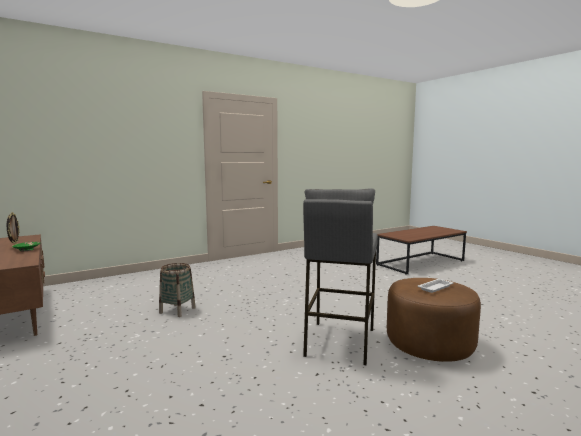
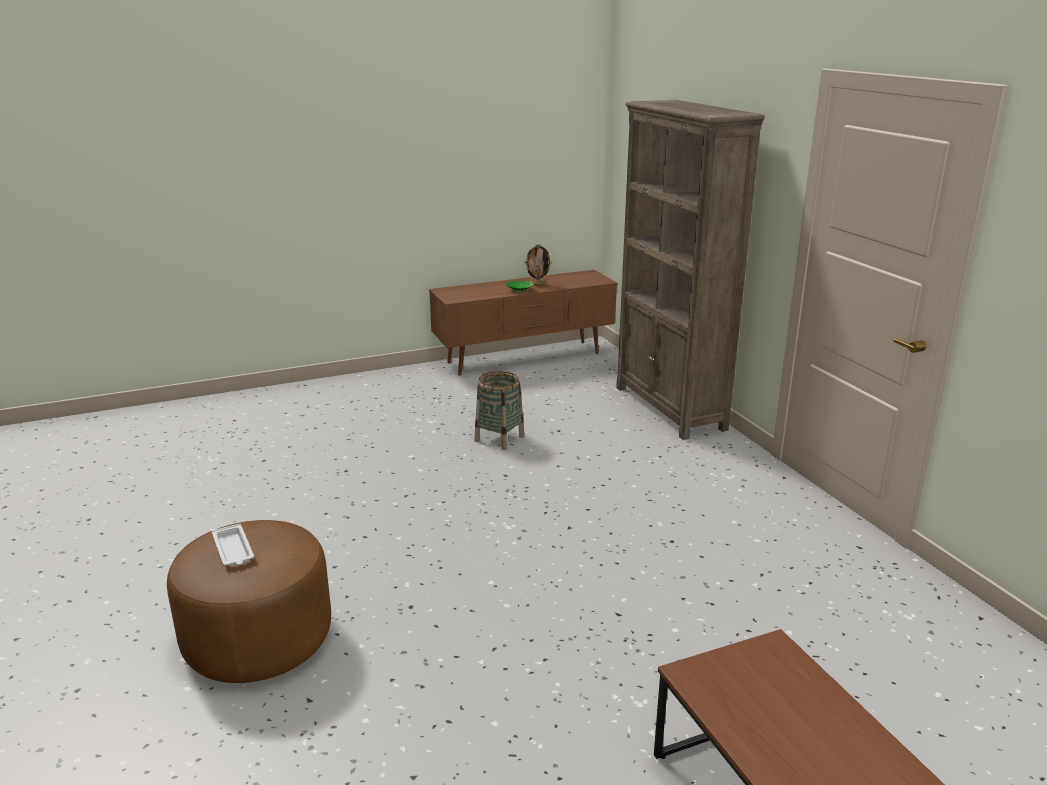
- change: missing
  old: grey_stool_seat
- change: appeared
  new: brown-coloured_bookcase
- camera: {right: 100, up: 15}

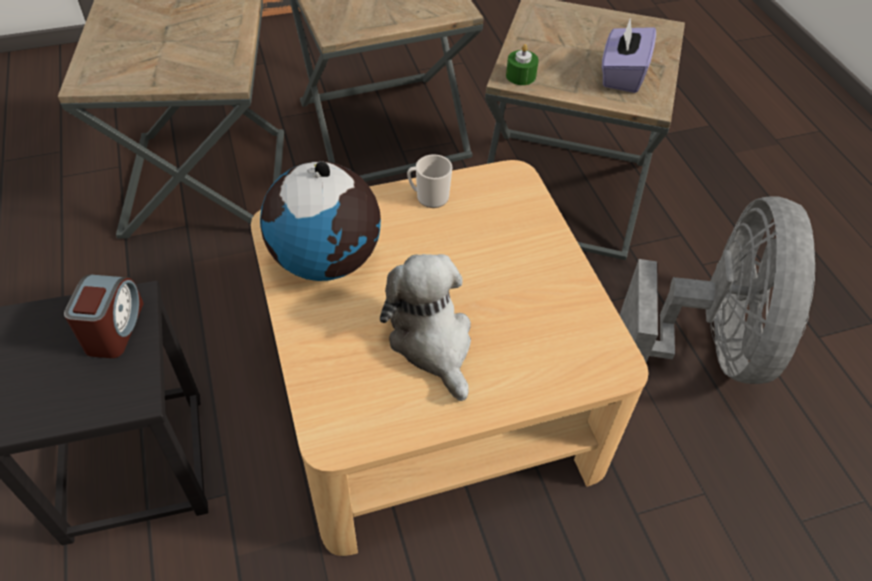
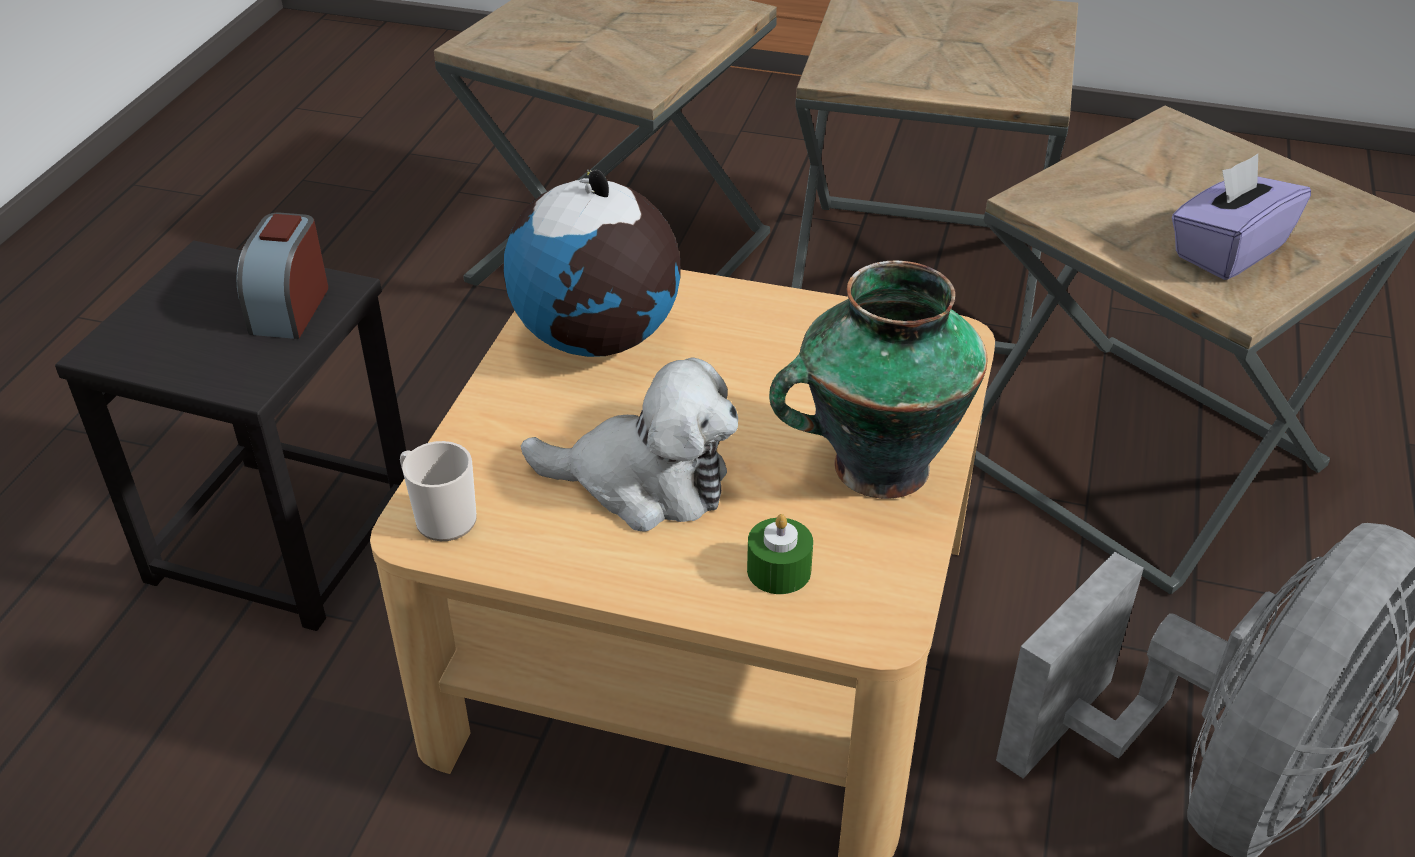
- change: relocated
  old: greenish_wax_light
- change: relocated
  old: tea_mug
- change: spun
  old: cuddly_toy
  degrees: 90
- change: spun
  old: table_clock
  degrees: 150
- change: appeared
  new: flower_vase
- camera: {right: 35, up: -10}

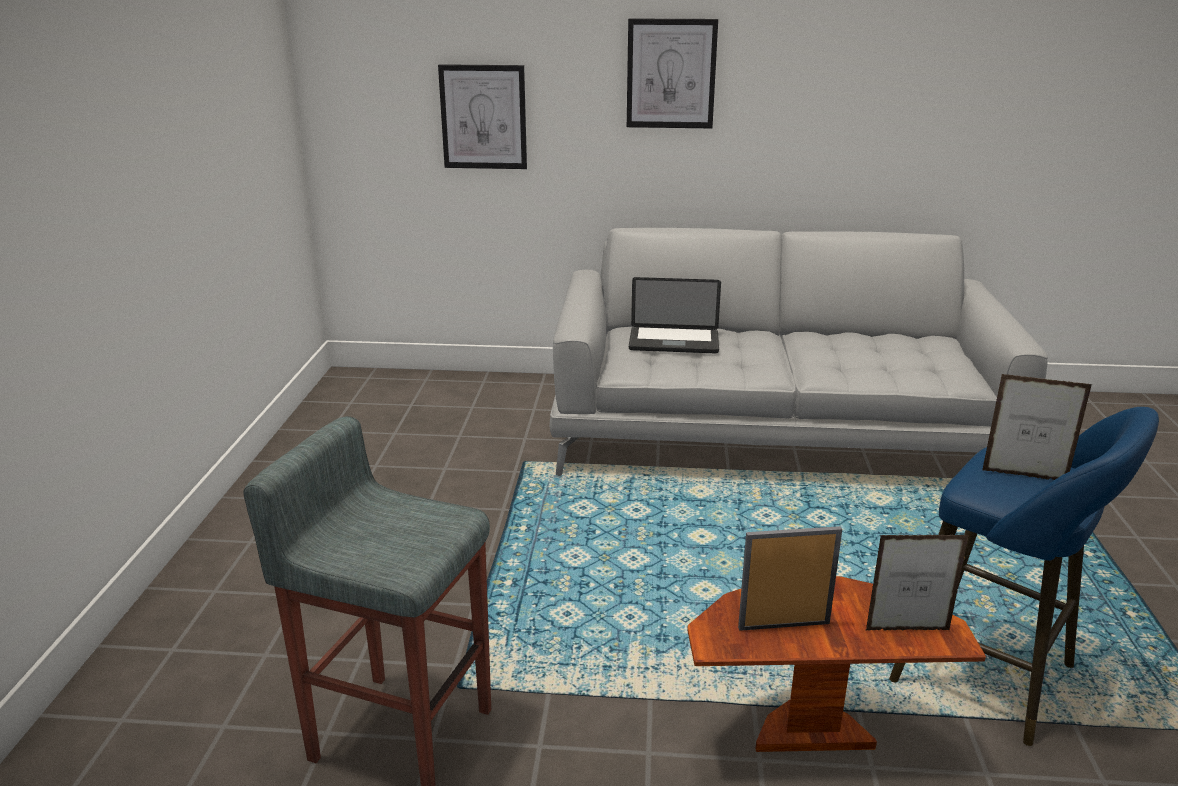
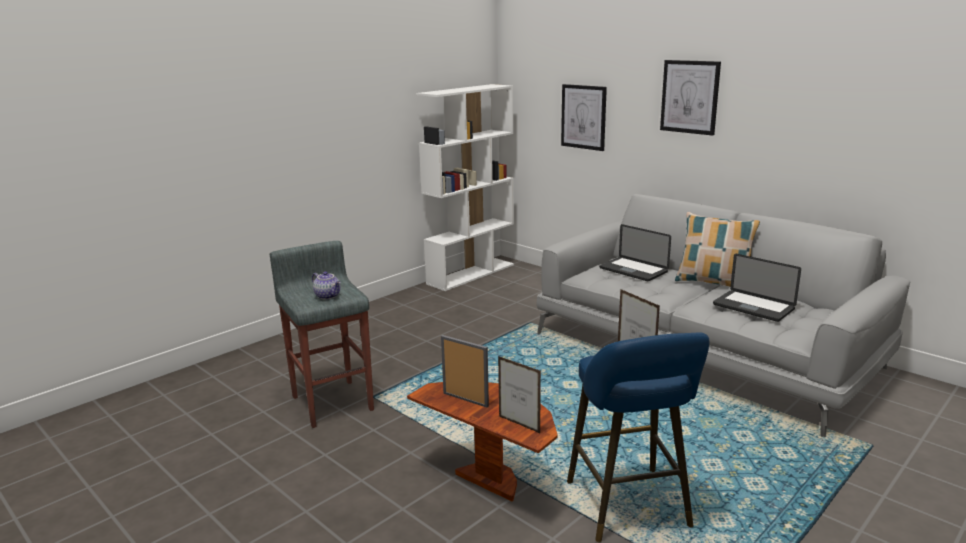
- change: appeared
  new: white-coloured_bookcase
- change: appeared
  new: throw_pillow
- change: appeared
  new: laptop (no. 2 from left)
- change: appeared
  new: tea_pot
- camera: {right: 40, up: -5}

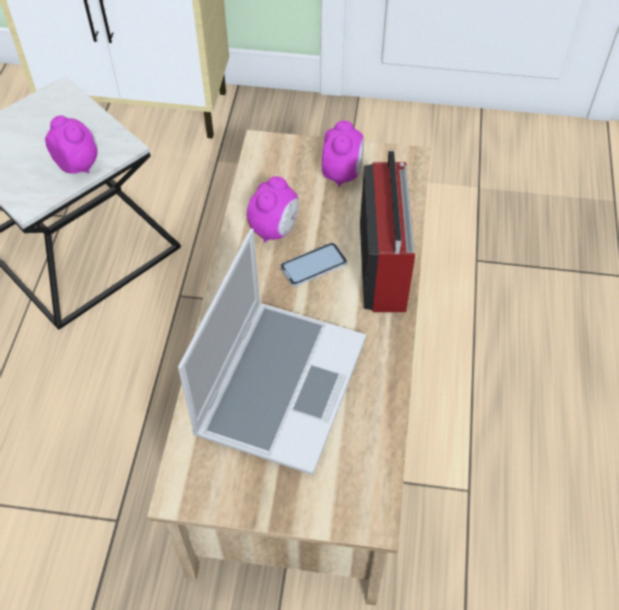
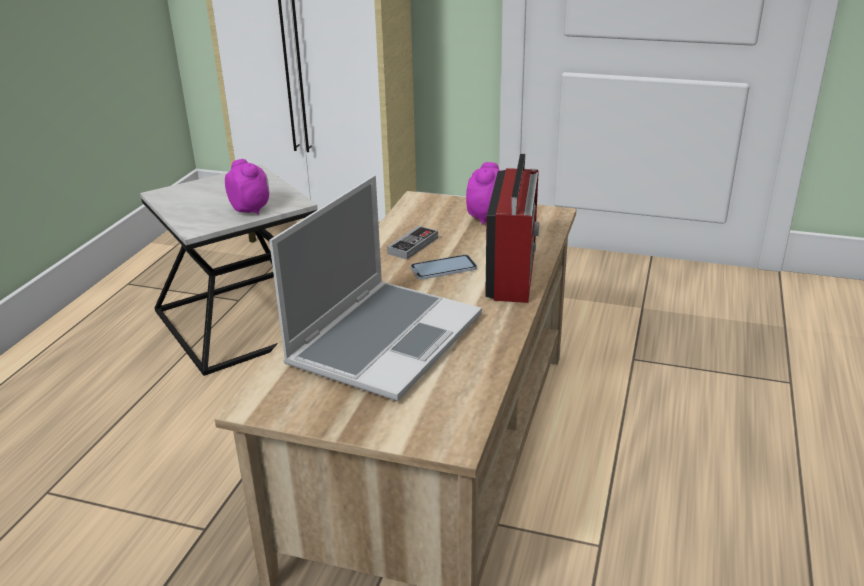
- change: exchanged
  old: table_clock (no. 2 from left)
  new: game_controller
- camera: {right: 10, up: -25}

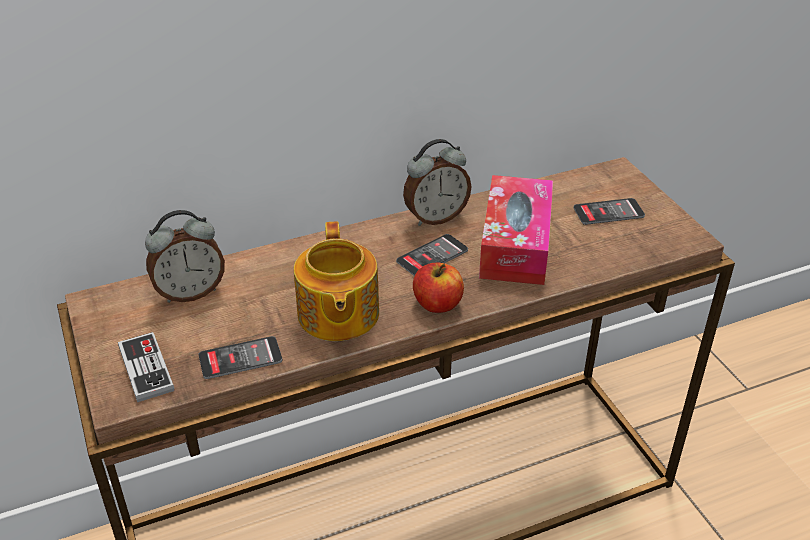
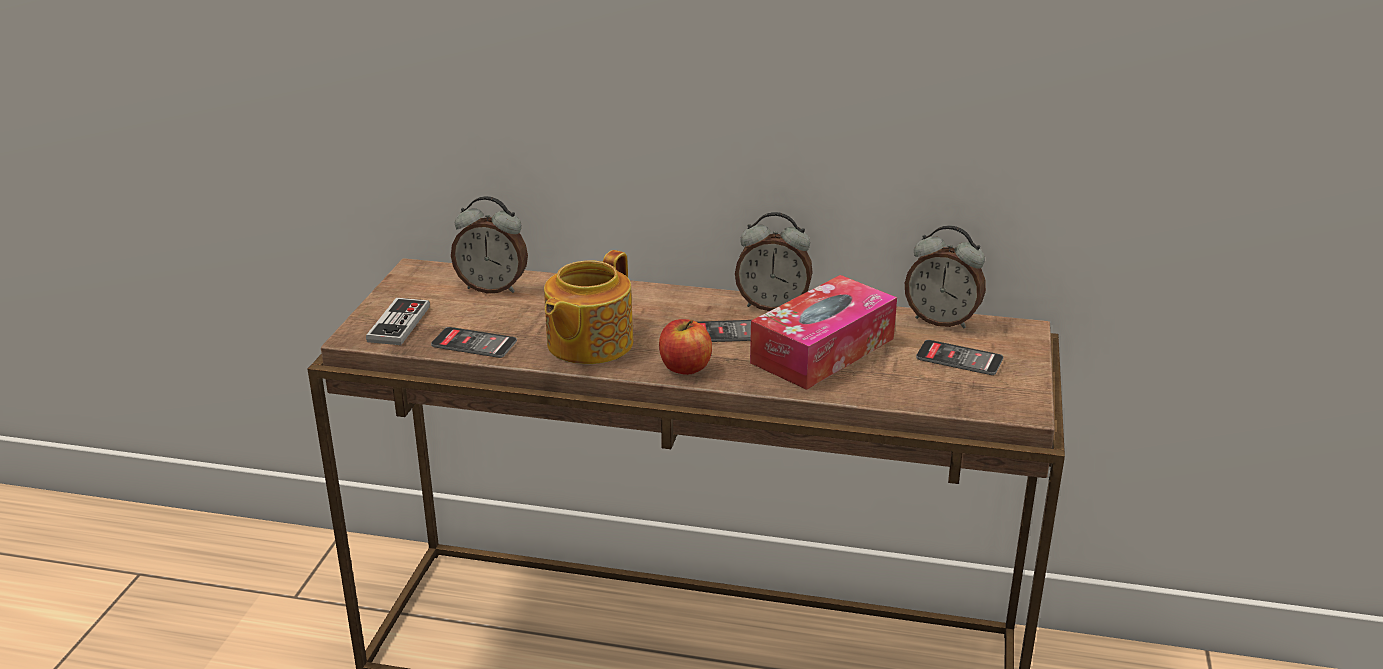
- change: appeared
  new: table_clock (no. 3 from left)
- camera: {right: 35, up: -10}

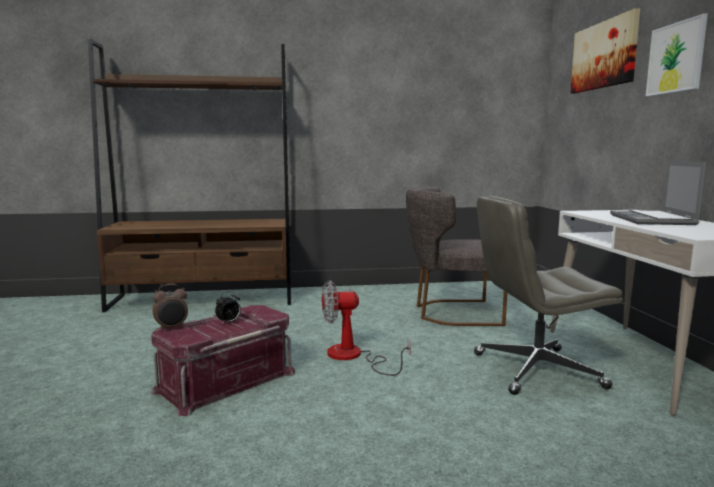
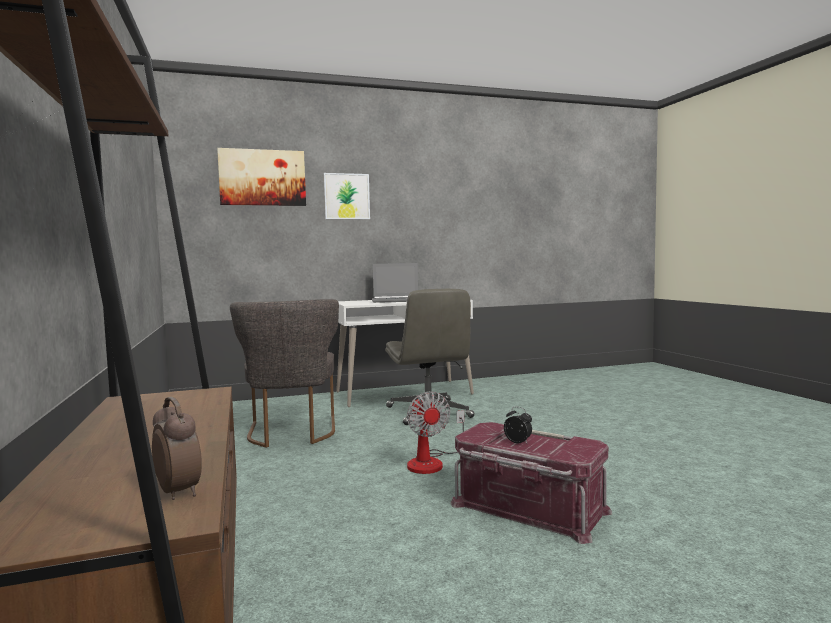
- change: relocated
  old: table_clock (no. 1 from left)
- camera: {right: -100, up: -5}

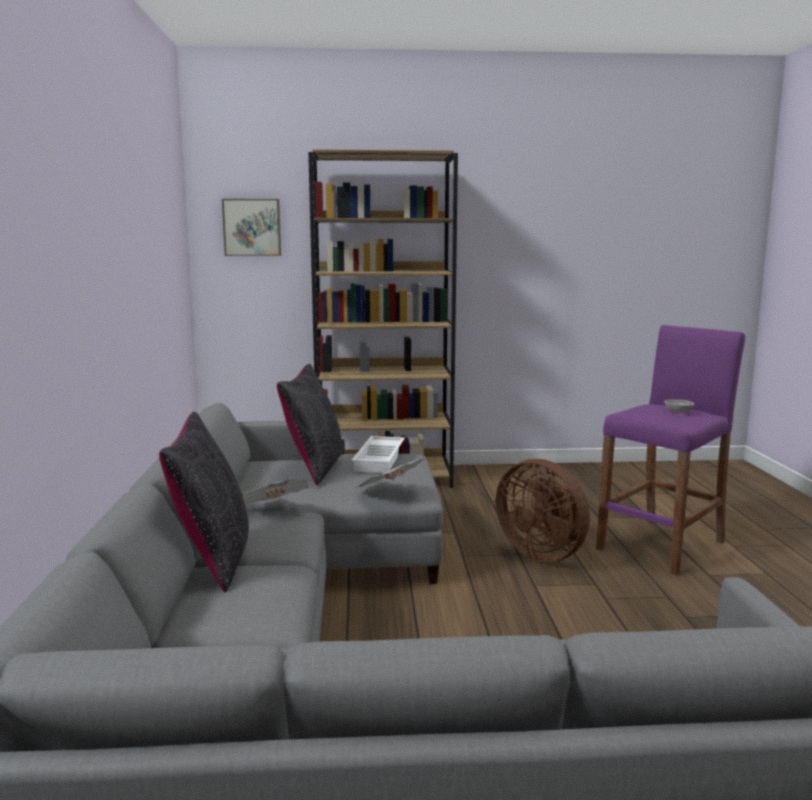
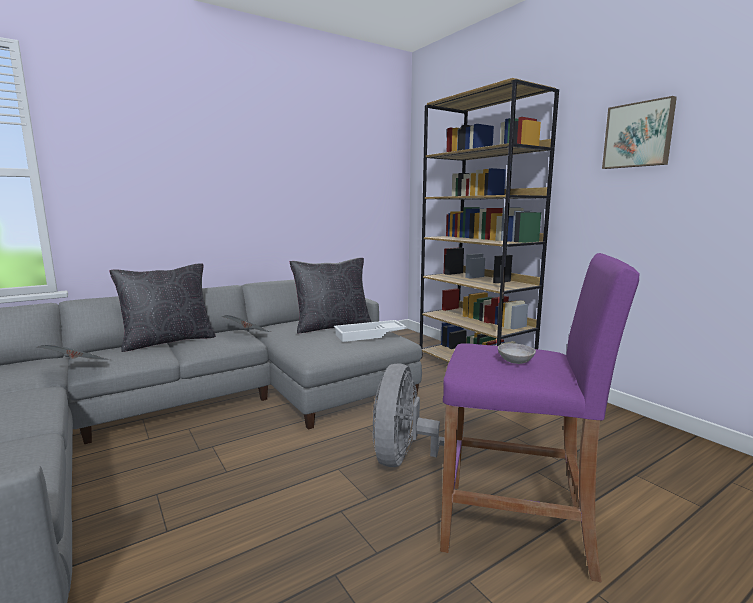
- change: relocated
  old: wall_picture
- change: relocated
  old: printed_paper (no. 2 from left in the first image)
  new: printed_paper (no. 1 from left)
- change: colour
  old: brown-coloured_fan
  new: grey_fan
- camera: {right: 60, up: 0}

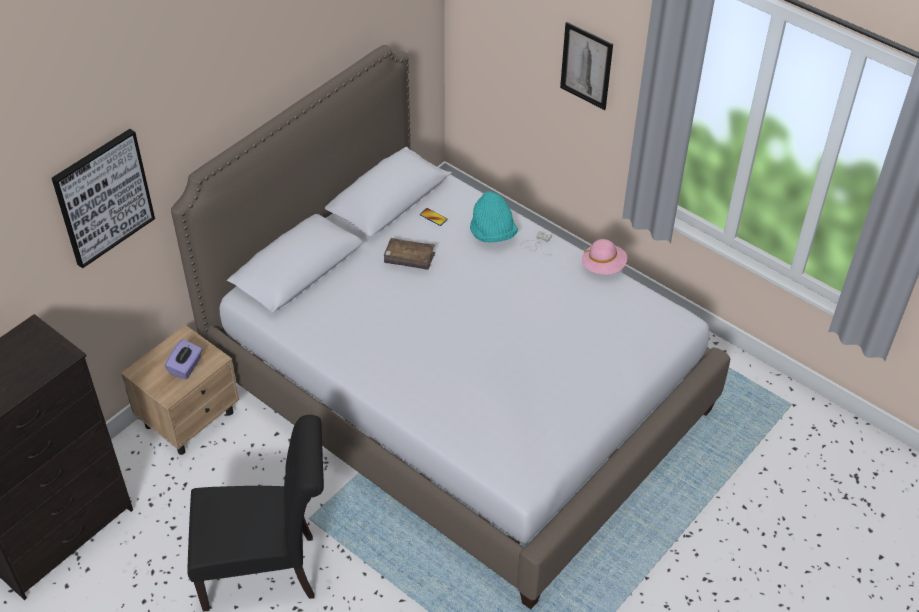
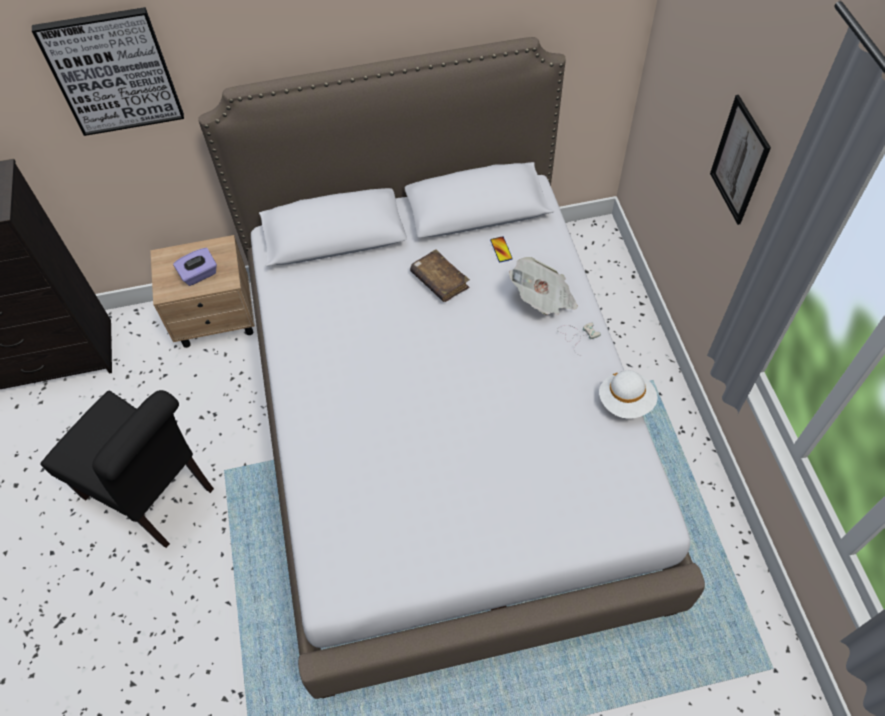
- change: exchanged
  old: turquoise_wearable_hat
  new: printed_paper
- change: colour
  old: pink_wearable_hat
  new: white-coloured_wearable_hat
- camera: {right: 40, up: 10}

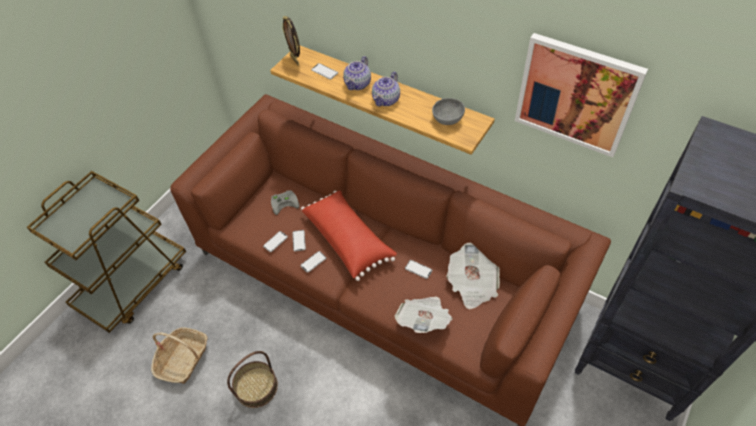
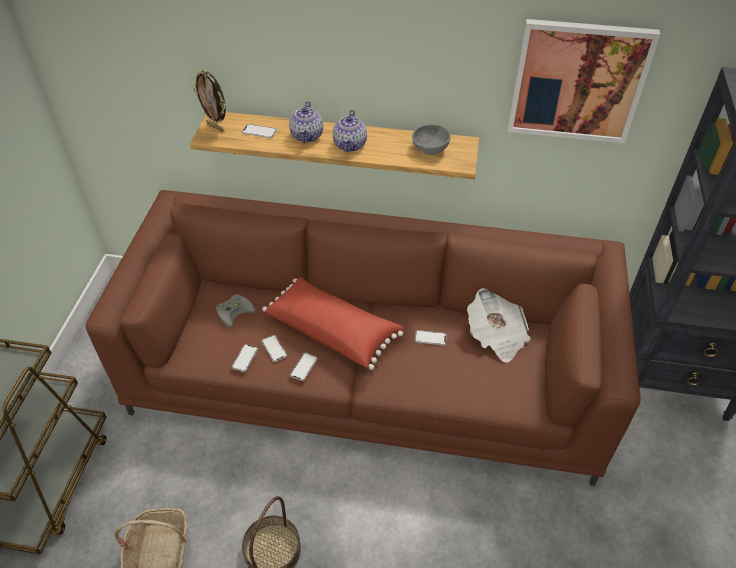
- change: missing
  old: printed_paper (no. 1 from left)
- camera: {right: -25, up: -5}

